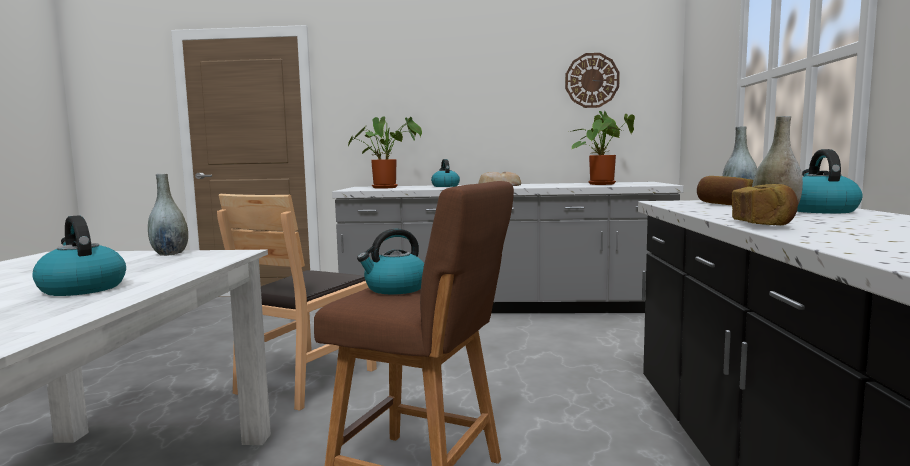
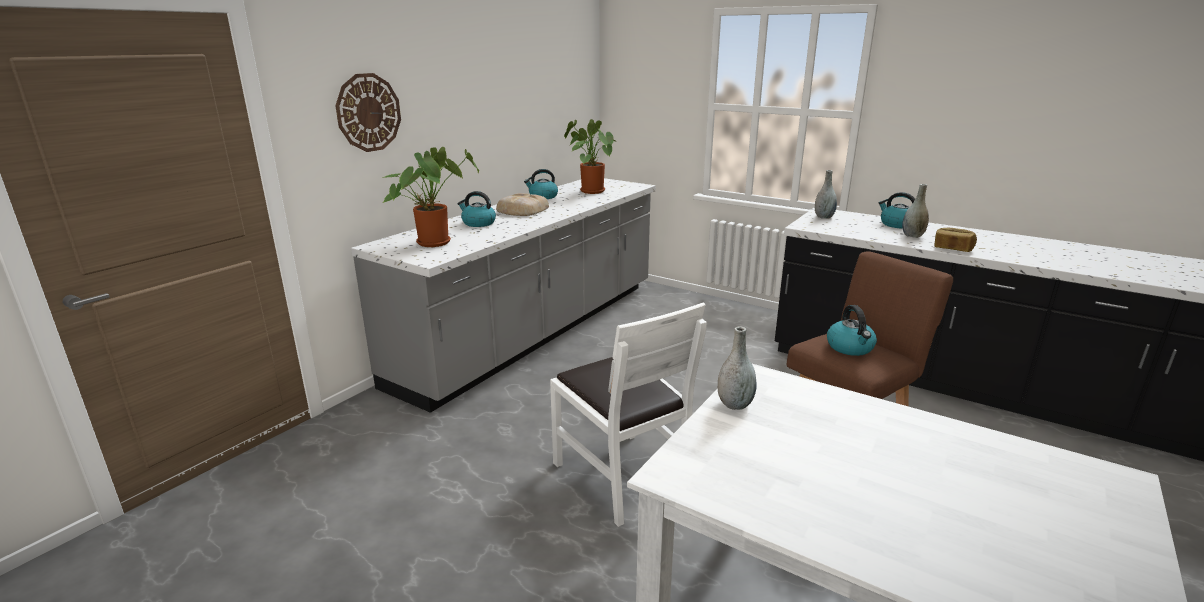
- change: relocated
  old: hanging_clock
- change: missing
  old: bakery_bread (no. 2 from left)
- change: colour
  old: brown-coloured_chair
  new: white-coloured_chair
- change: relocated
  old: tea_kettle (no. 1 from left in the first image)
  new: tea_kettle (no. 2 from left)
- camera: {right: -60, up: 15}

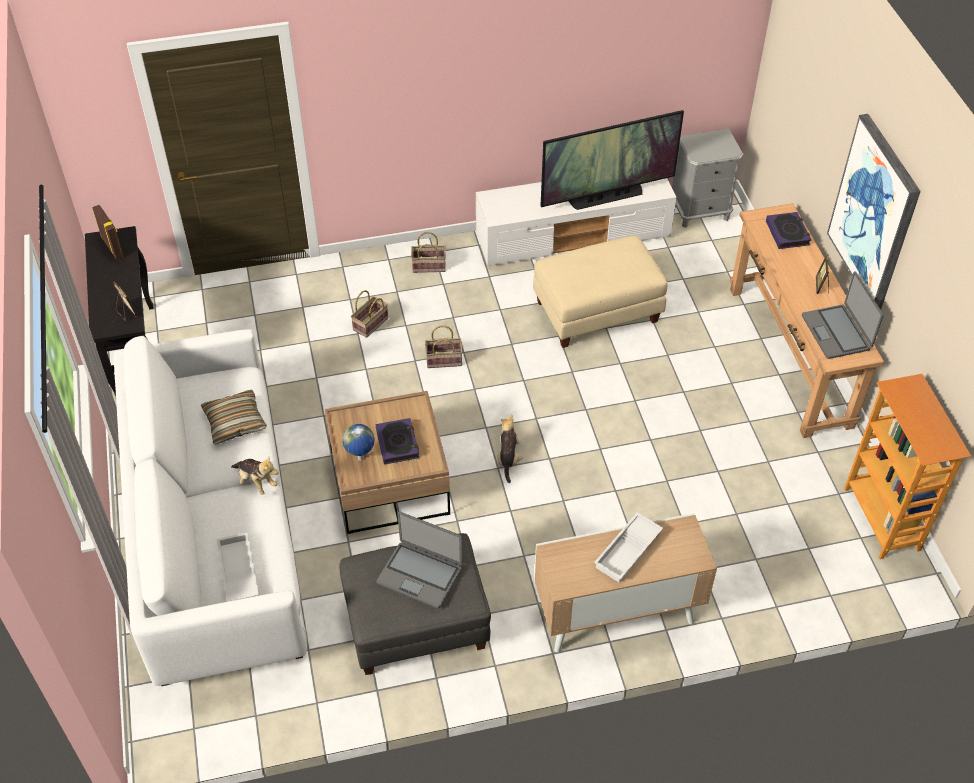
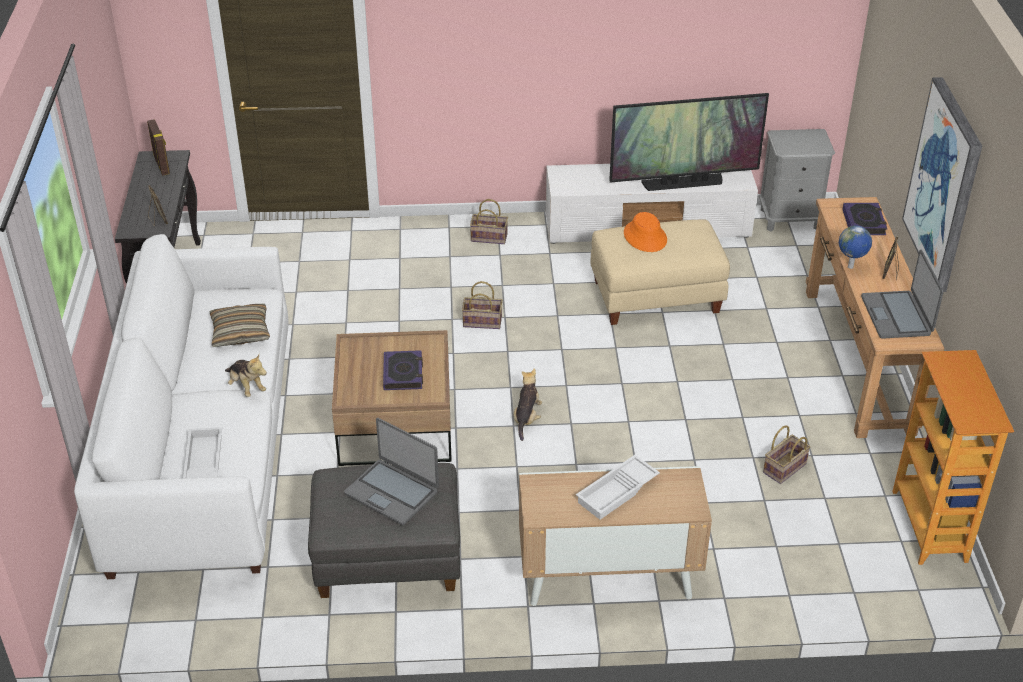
- change: relocated
  old: storage_basket (no. 1 from left in the first image)
  new: storage_basket (no. 3 from left)
- change: relocated
  old: desk_globe
- change: appeared
  new: orange_wearable_hat
- camera: {right: 10, up: -10}

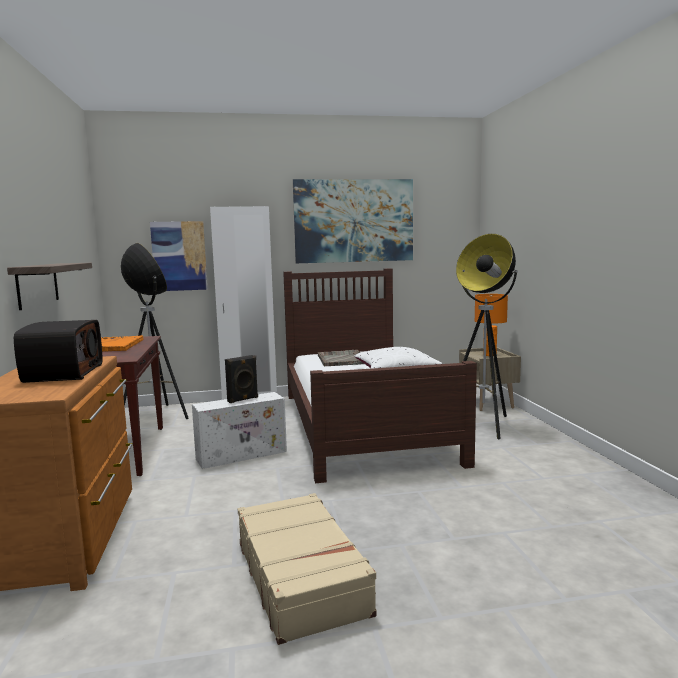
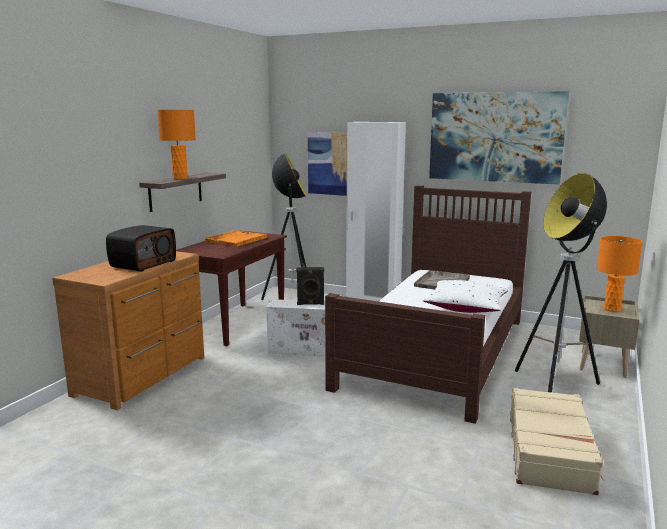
- change: relocated
  old: sand-coloured_piece_of_luggage
- change: appeared
  new: orange_table_lamp (no. 1 from left)
- camera: {right: 35, up: 5}

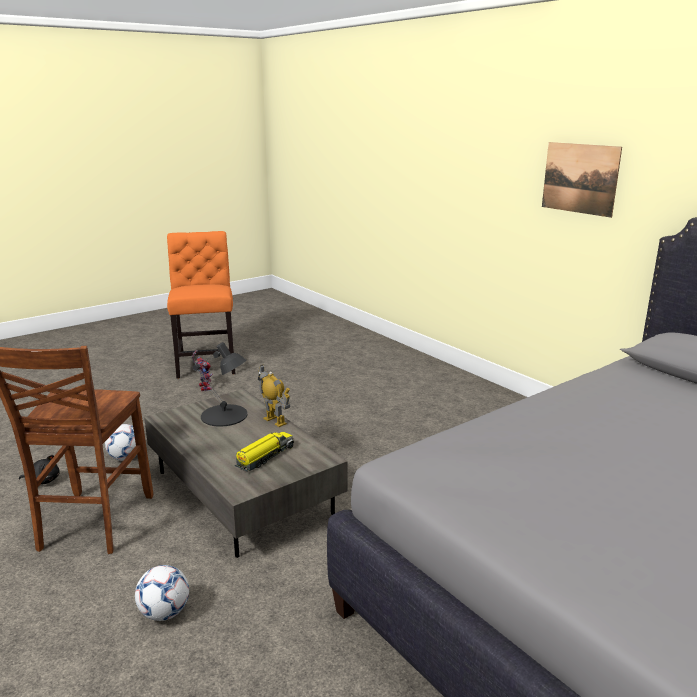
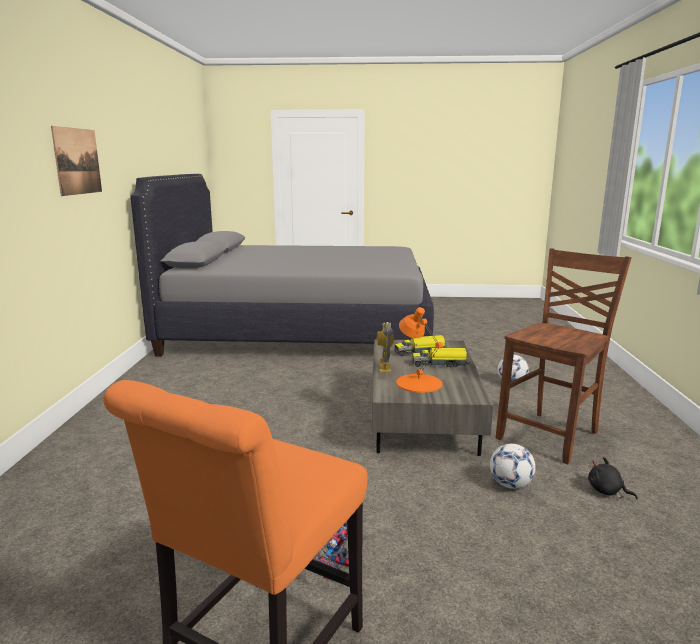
- change: colour
  old: black-coloured_table_lamp
  new: orange_table_lamp
- change: appeared
  new: model_truck (no. 2 from left)
- camera: {right: -140, up: -5}

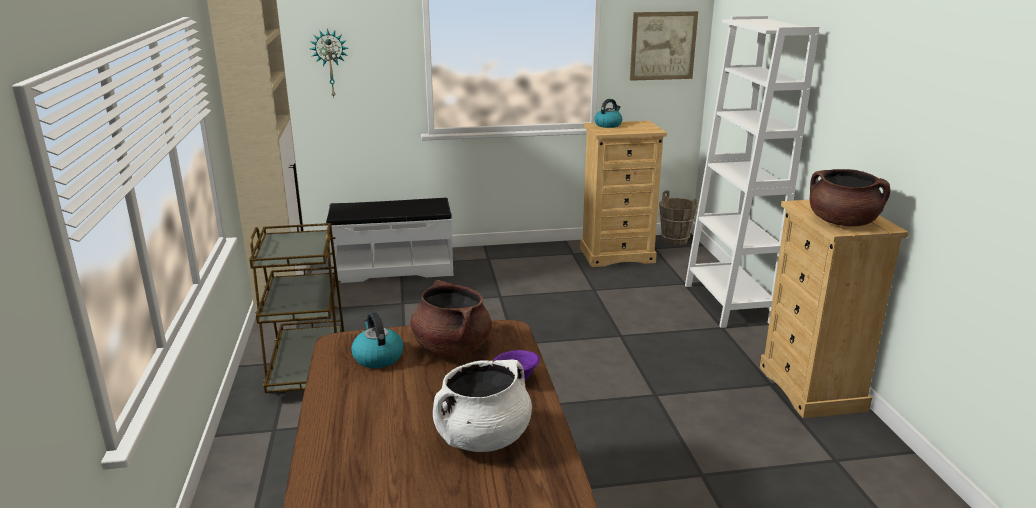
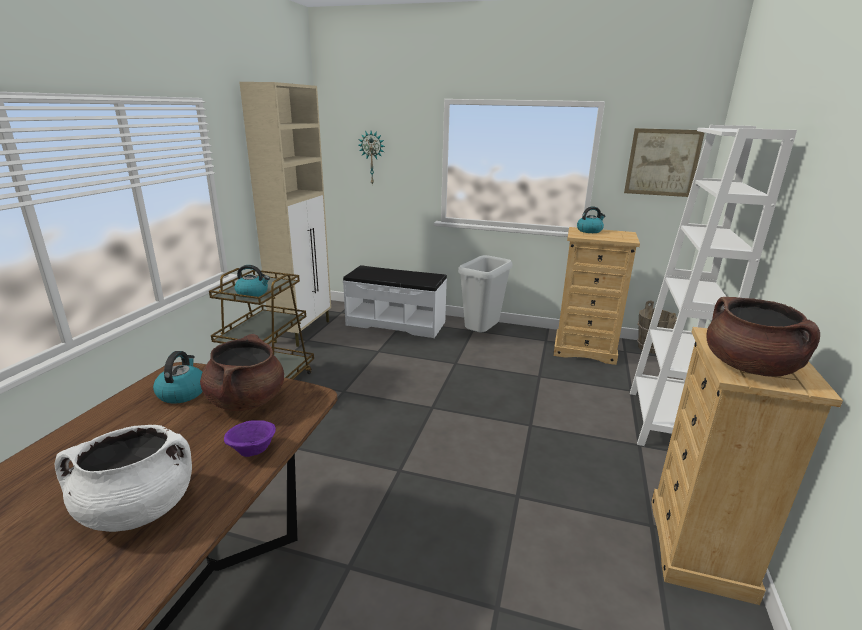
- change: appeared
  new: grey_rubbish_bin
- change: appeared
  new: tea_kettle (no. 2 from left)
- camera: {right: 25, up: 0}

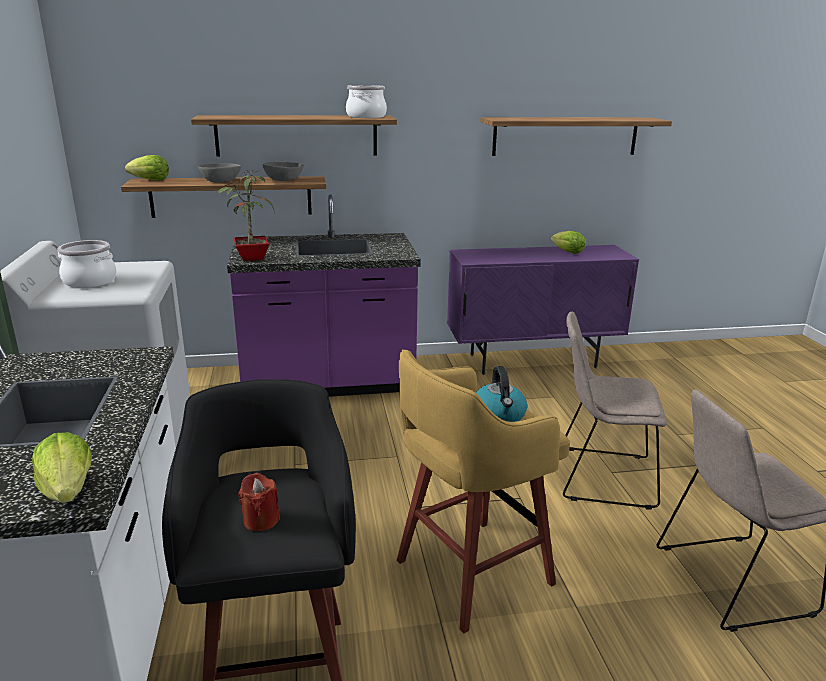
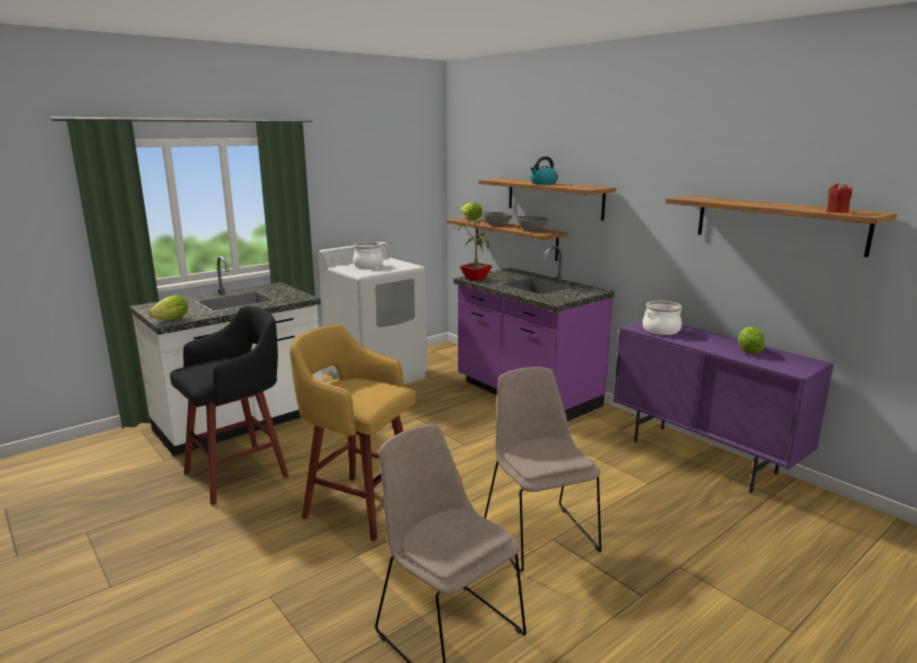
- change: relocated
  old: cooking_pot (no. 2 from left)
- change: relocated
  old: tea_kettle
- change: relocated
  old: red_wax_light
- camera: {right: 60, up: -5}

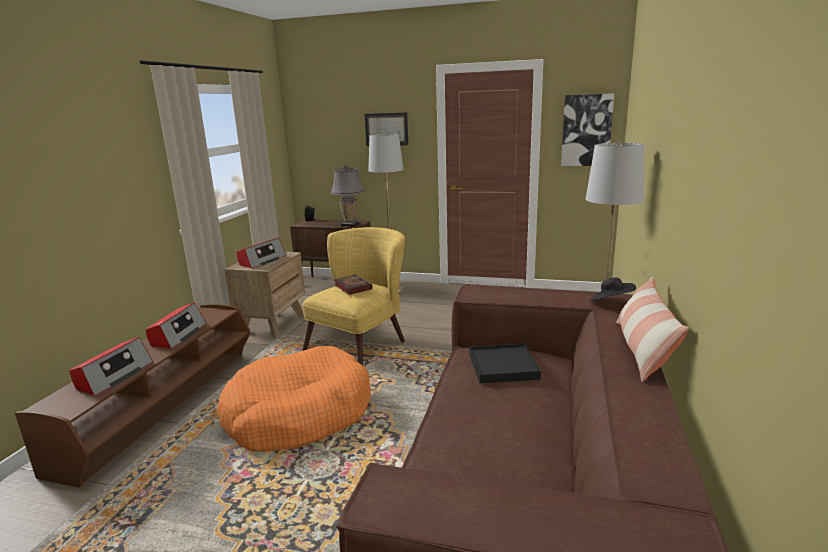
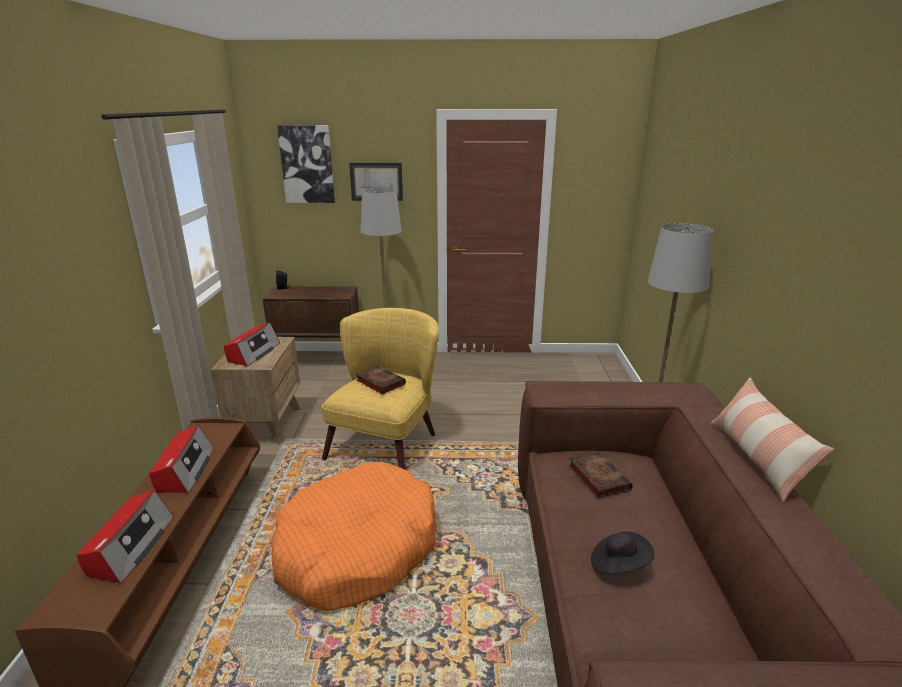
- change: relocated
  old: wall_picture (no. 2 from left in the first image)
  new: wall_picture (no. 1 from left)
- change: missing
  old: grey_table_lamp
- change: relocated
  old: black-coloured_wearable_hat
- change: exchanged
  old: black-coloured_carrying_tray
  new: book (no. 2 from left)
- camera: {right: -15, up: 5}

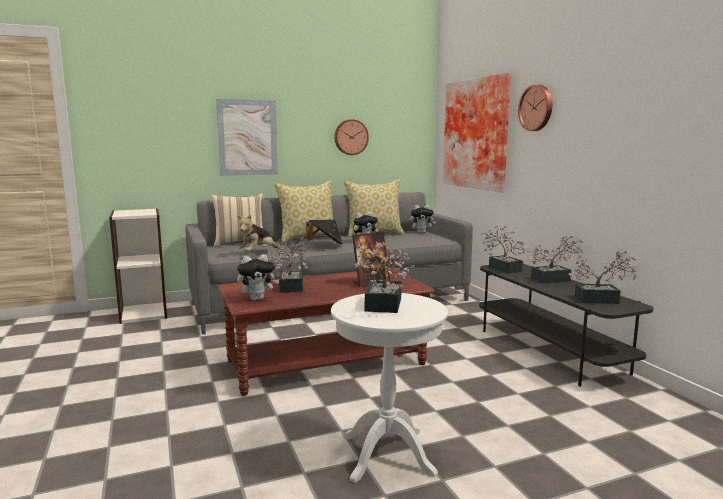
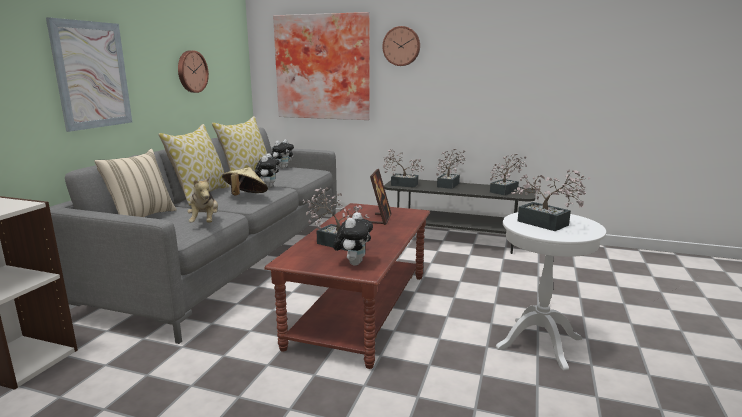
- change: colour
  old: black-coloured_wearable_hat
  new: sand-coloured_wearable_hat
- camera: {right: -50, up: 5}

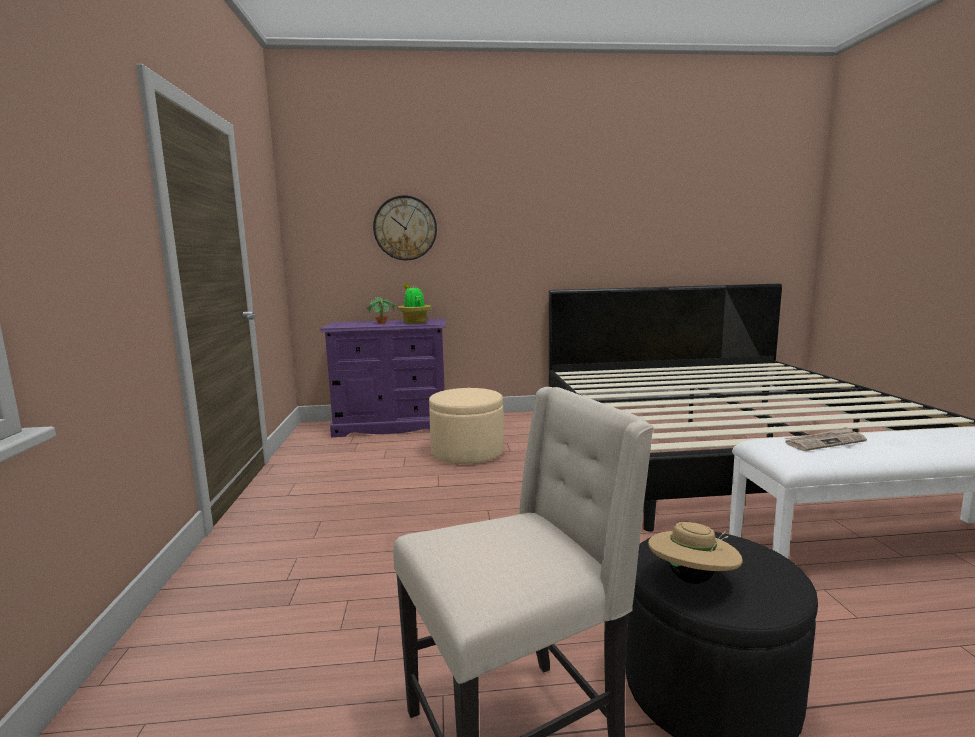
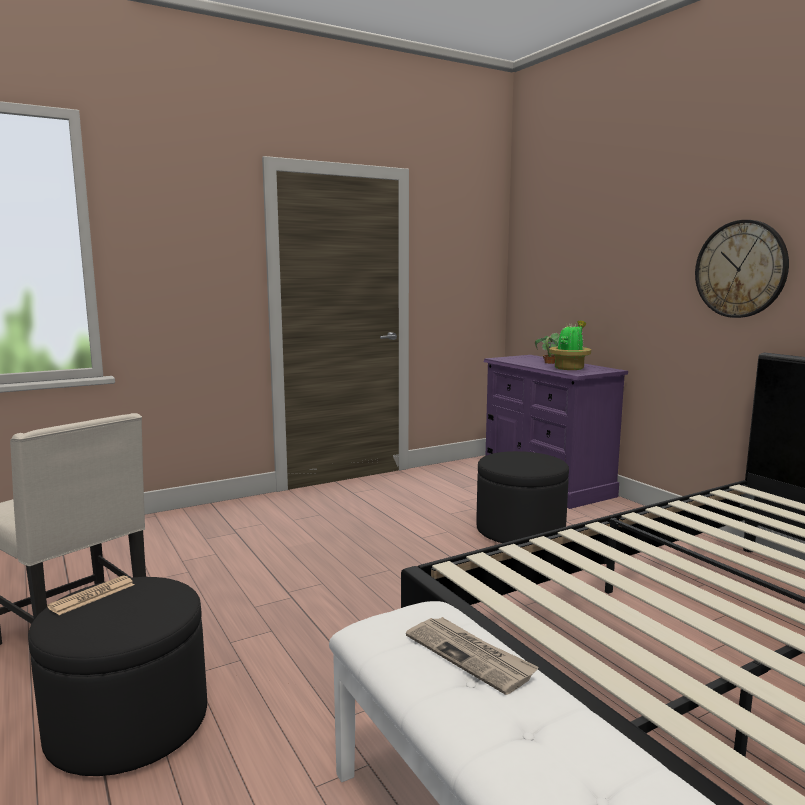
- change: relocated
  old: hanging_clock
- change: colour
  old: sand-coloured_footrest
  new: black-coloured_footrest (no. 2 from left)
- change: exchanged
  old: sand-coloured_wearable_hat
  new: printed_paper (no. 1 from left)
- camera: {right: 65, up: 0}

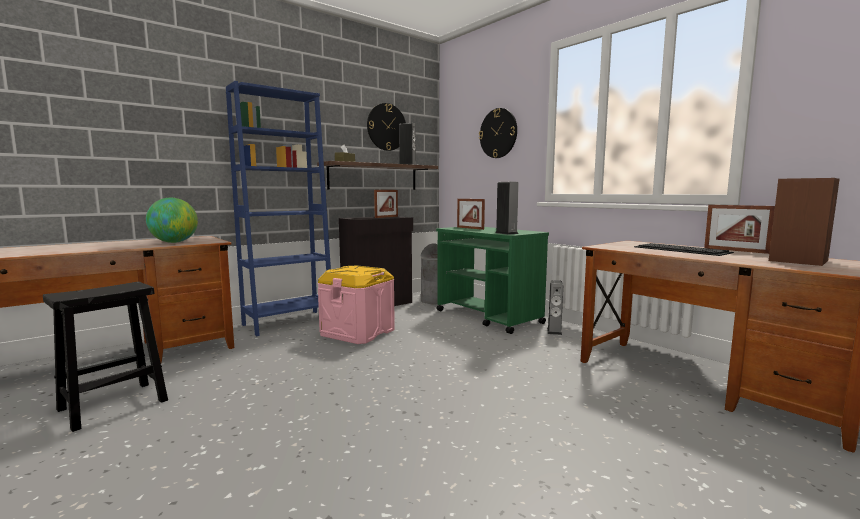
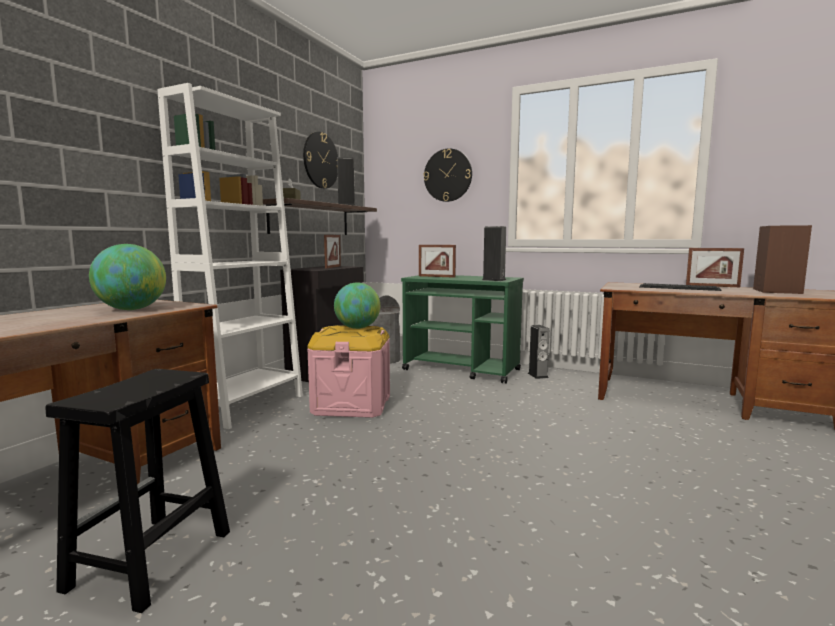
- change: colour
  old: bluish_bookcase
  new: white-coloured_bookcase
- change: appeared
  new: desk_globe (no. 2 from left)
- camera: {right: -25, up: 0}

